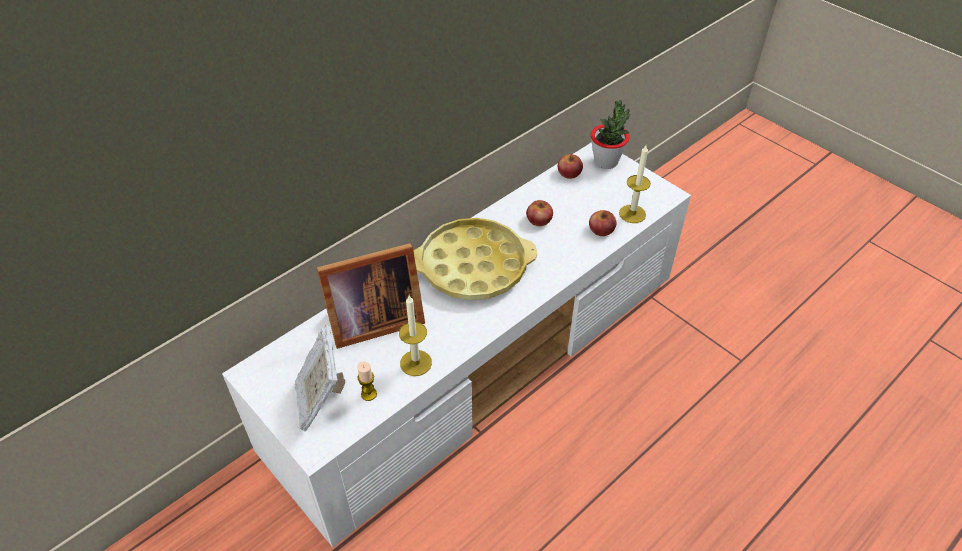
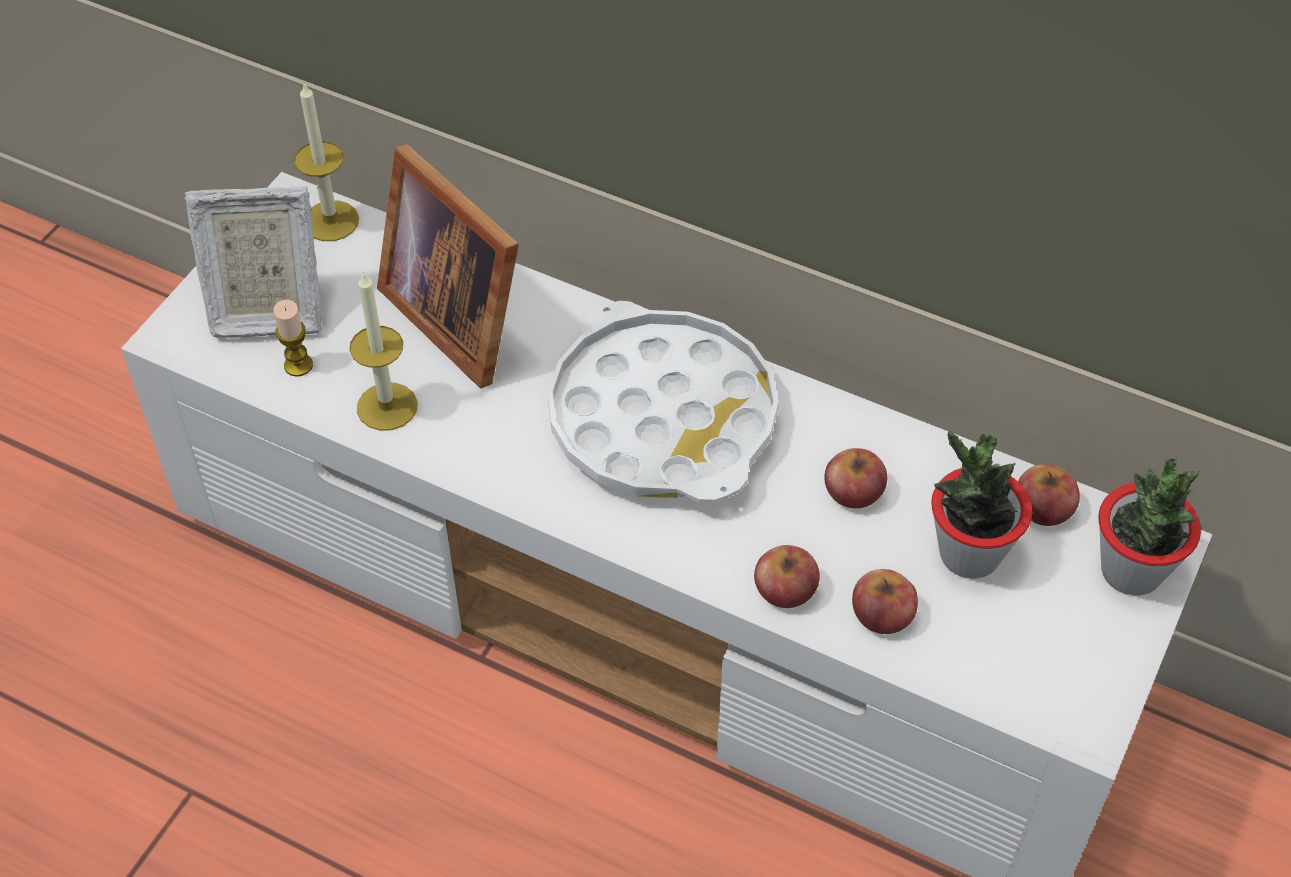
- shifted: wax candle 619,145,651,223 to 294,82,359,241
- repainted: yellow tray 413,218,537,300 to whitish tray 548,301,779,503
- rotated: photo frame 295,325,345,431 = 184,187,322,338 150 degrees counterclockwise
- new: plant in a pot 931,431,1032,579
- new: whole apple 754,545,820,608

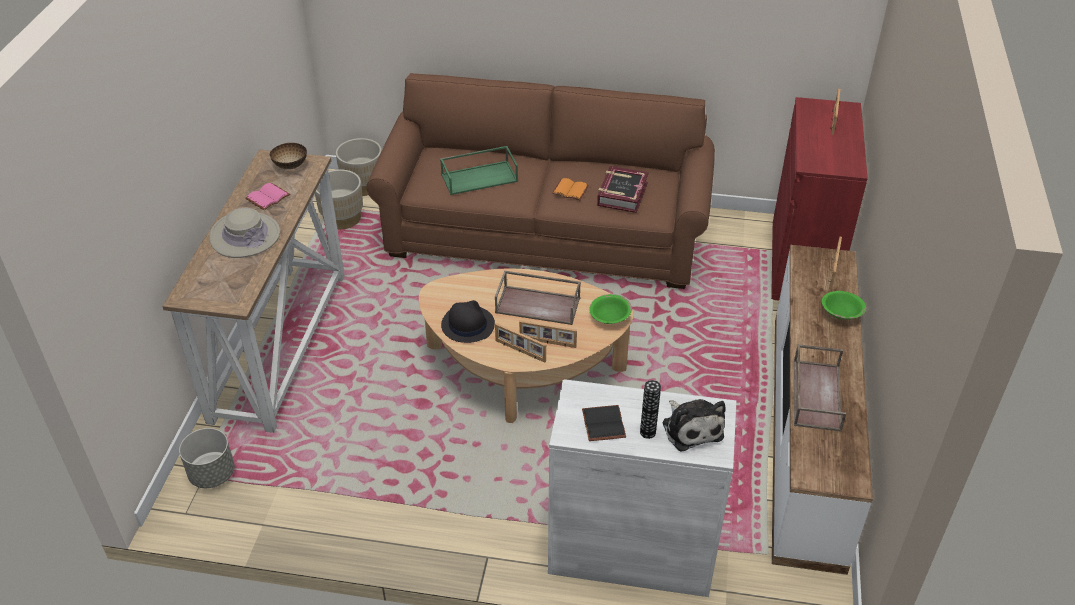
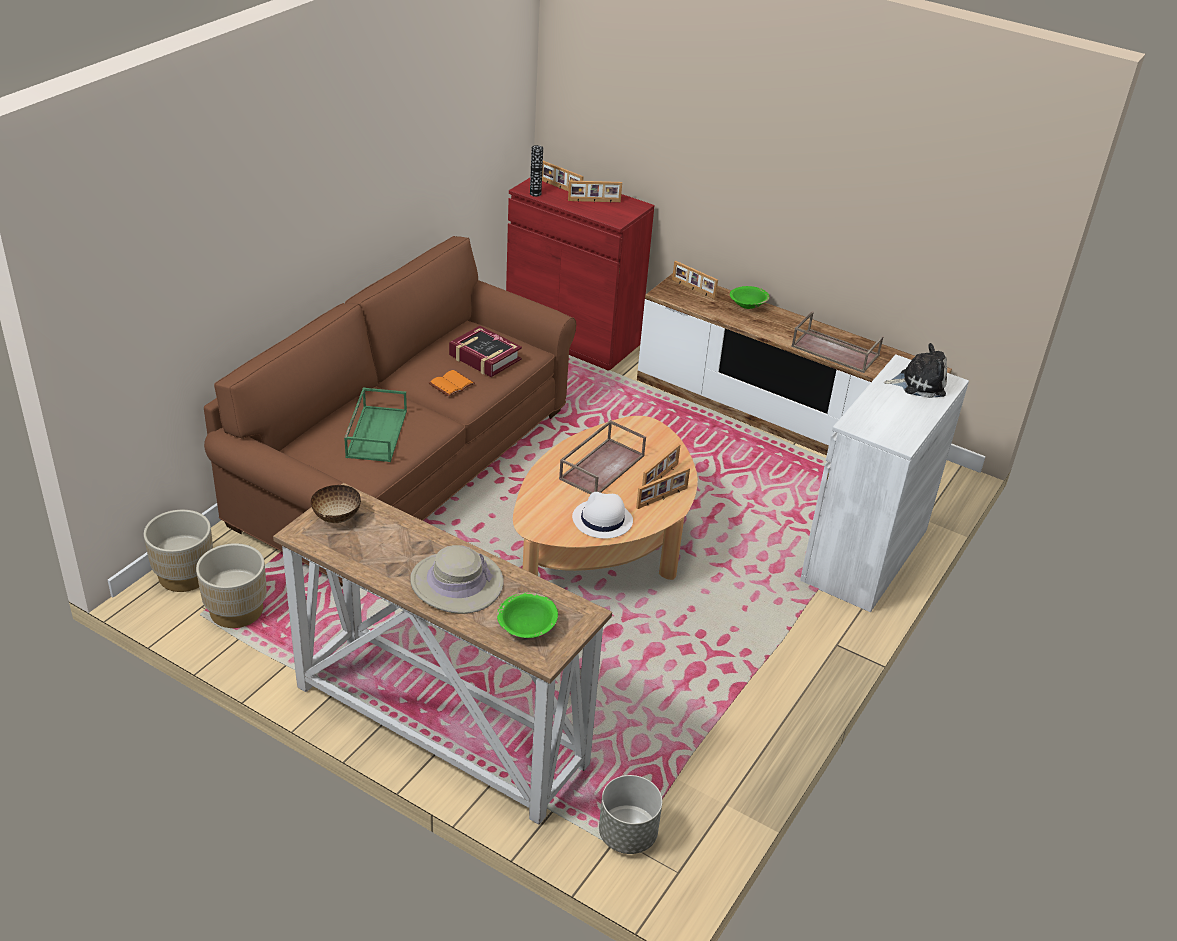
- gone: pink-coloured volume 245,183,290,210
- shifted: green serving bowl 589,294,632,324 to 497,592,558,638
- repainted: black-coloured wearable hat 441,300,495,343 to whitish wearable hat 572,492,633,539
- shifted: flower vase 640,380,661,439 to 530,145,543,197
- gone: black-coloured volume 582,405,626,441
- new: photo frame 568,180,622,202

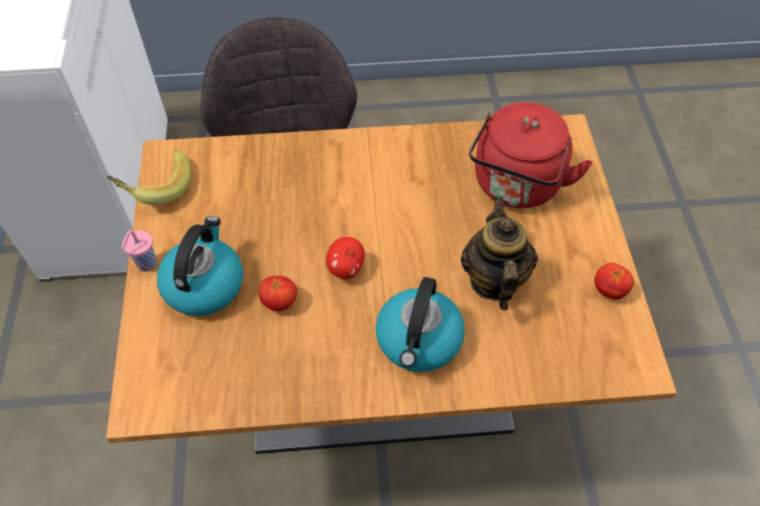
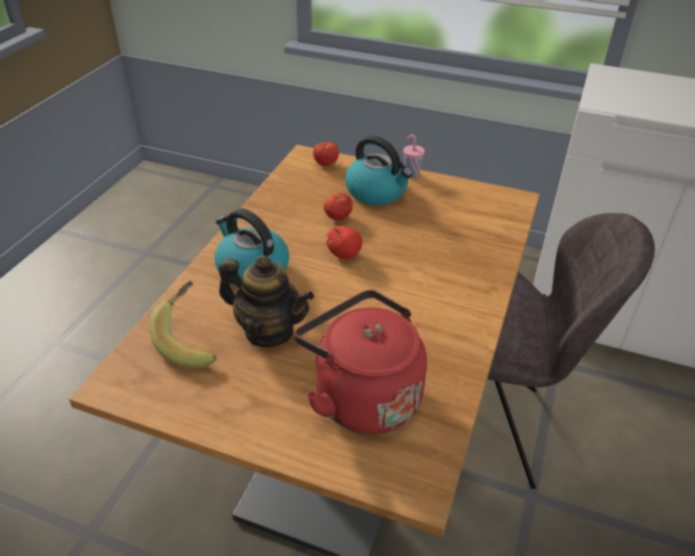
- shifted: whole banana 107,150,191,205 to 150,281,217,369
- shifted: tomato 594,263,634,299 to 313,142,339,166

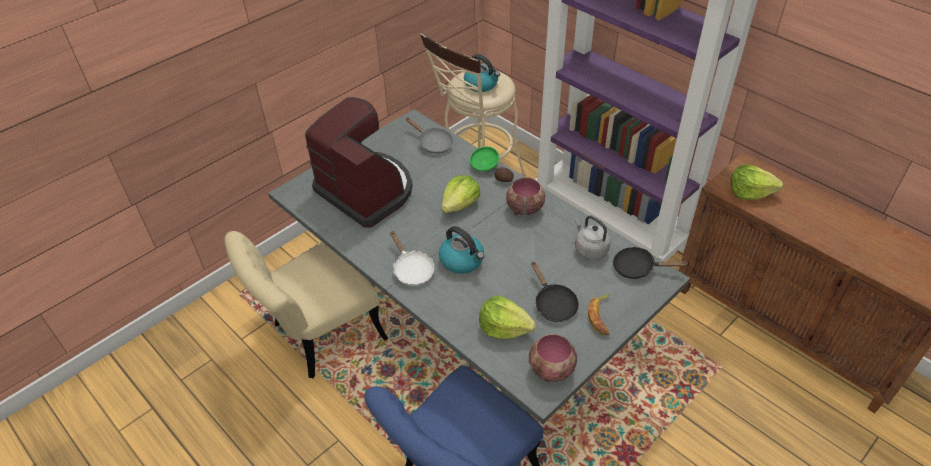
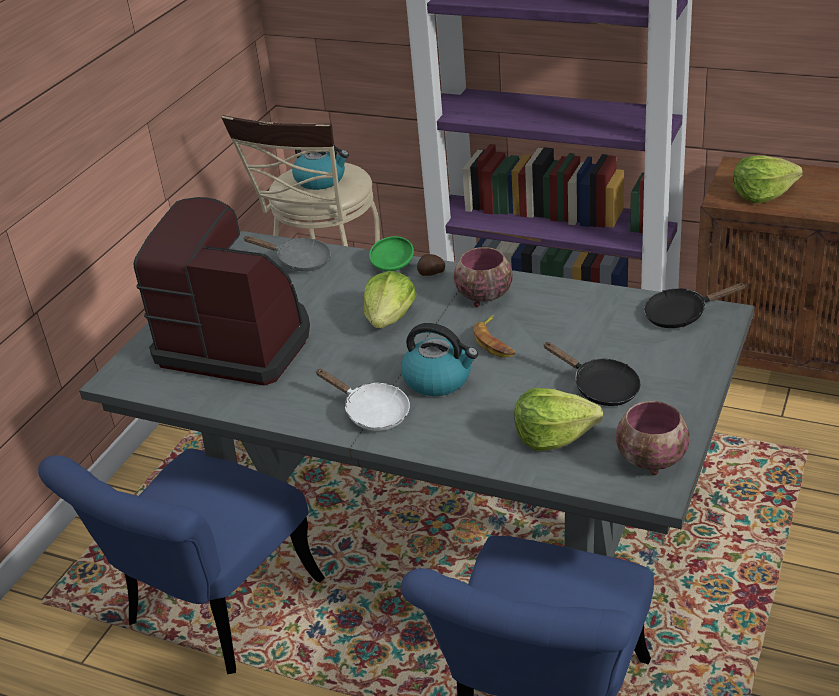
- gone: greyish water kettle 575,216,611,259
- repainted: beige chair 224,231,388,378 to blue chair 38,448,325,674
- shifted: whole banana 588,294,610,335 to 473,315,515,358

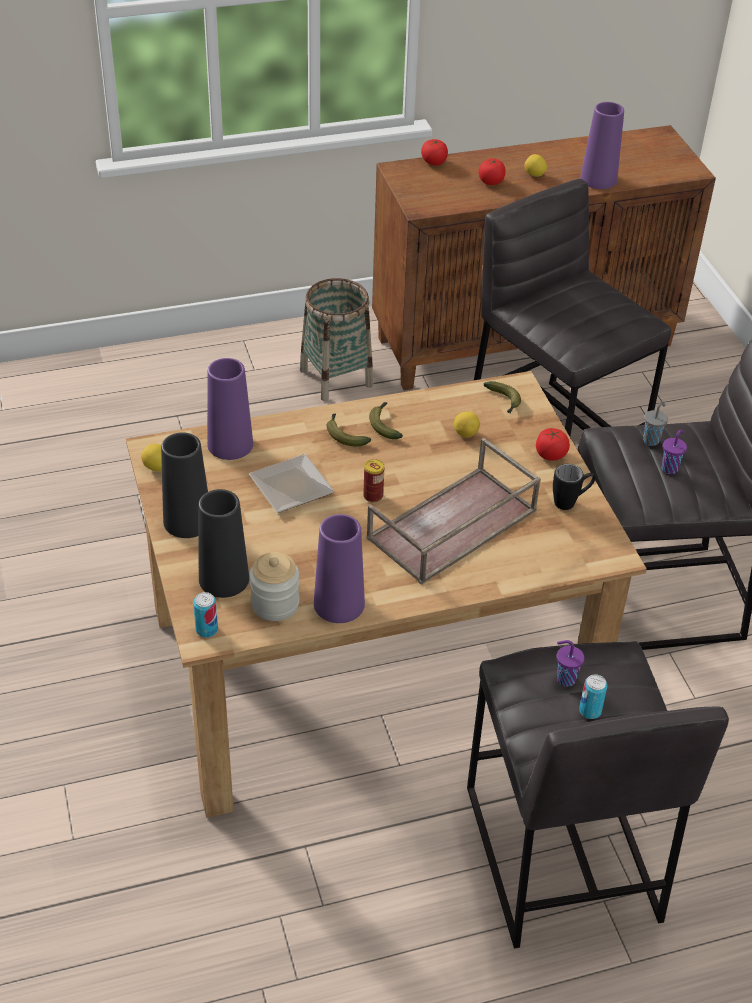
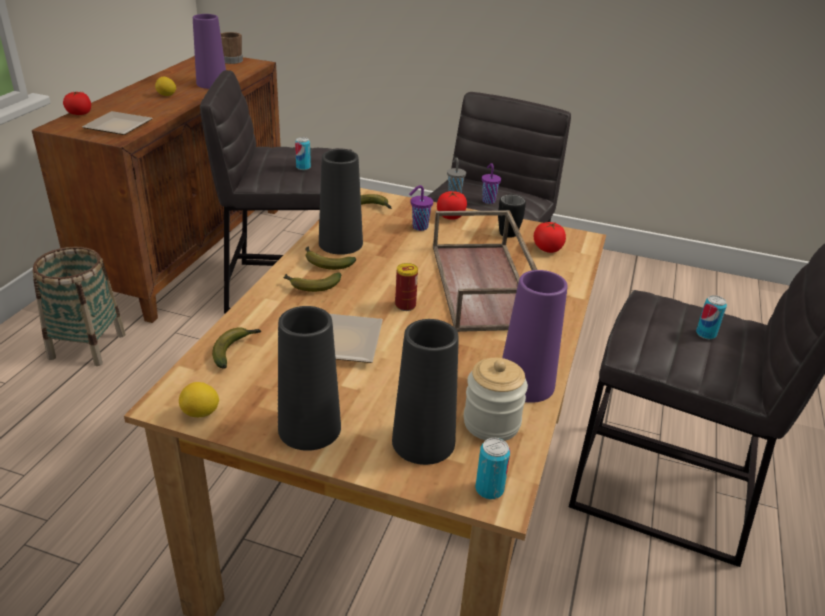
- shifted: tomato 479,158,506,185 to 534,222,566,253
- swapped: purplish flower vase 207,358,253,460 to whole banana 212,327,261,368
- gone: citrus fruit 454,412,480,437
- shifted: purplish small cup 557,640,585,687 to 409,185,433,231
- new: brown-coloured mug 221,32,243,64
- new: flat dish 82,111,153,135
- new: sealed can 295,137,311,170
- new: black-coloured flower vase 319,149,363,255

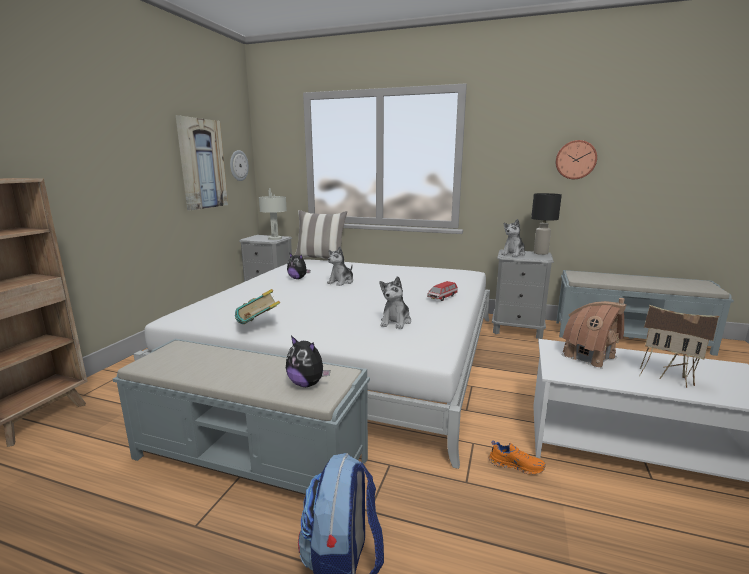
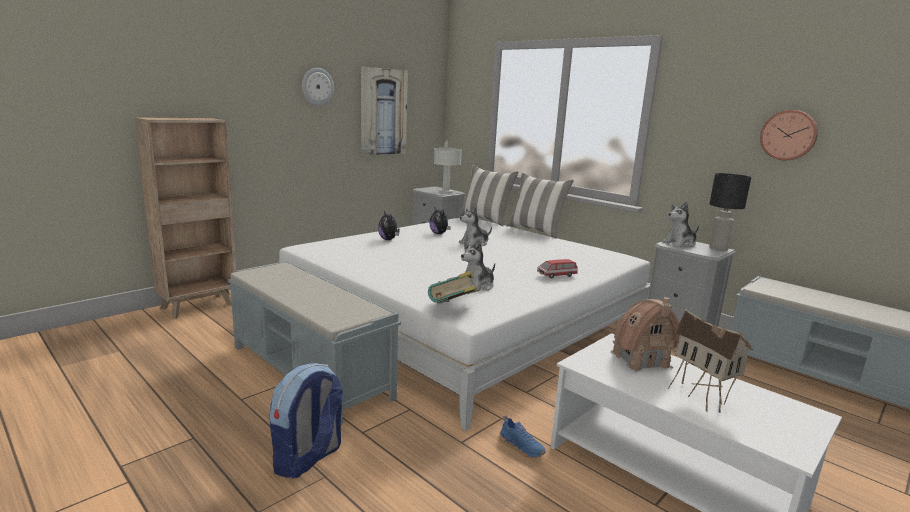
- shifted: hanging clock 230,150,249,181 to 302,68,334,106
- shifted: volume 235,289,280,324 to 428,271,478,303
- shifted: soft toy 286,336,330,387 to 378,211,400,240
- repainted: orangey low shoe 489,440,546,474 to blue low shoe 499,415,546,458
- new: pillow 506,172,574,239

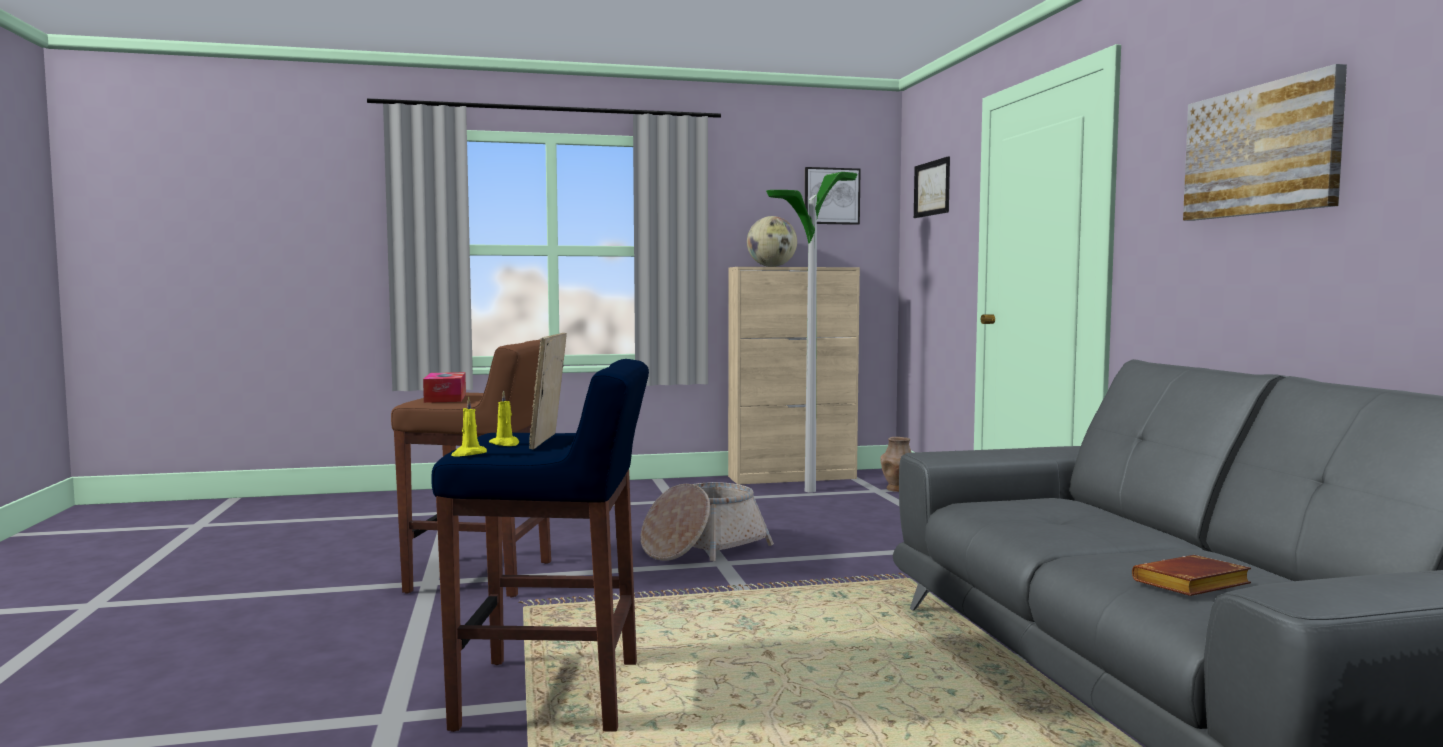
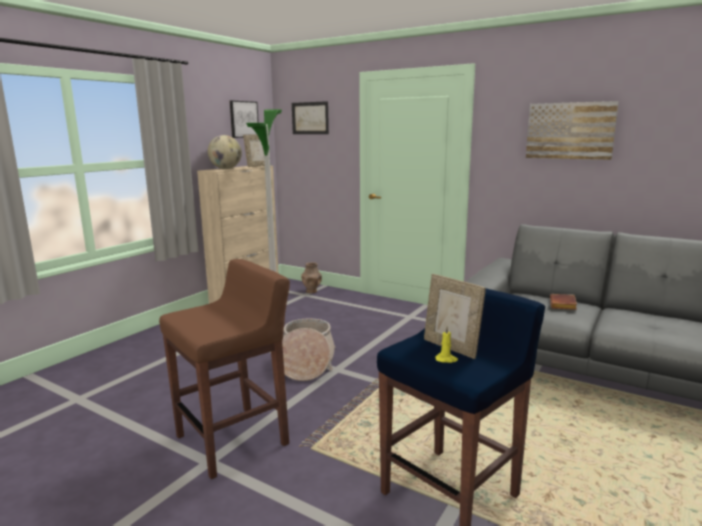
- gone: tissue box 423,372,466,403
- gone: yellow wax candle 451,397,487,457
- shifted: brown-coloured volume 1132,555,1251,596 to 550,294,577,310
- new: photo frame 243,134,265,167

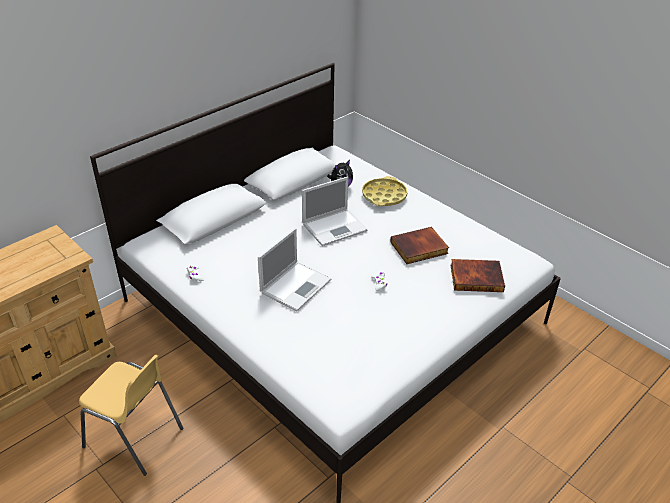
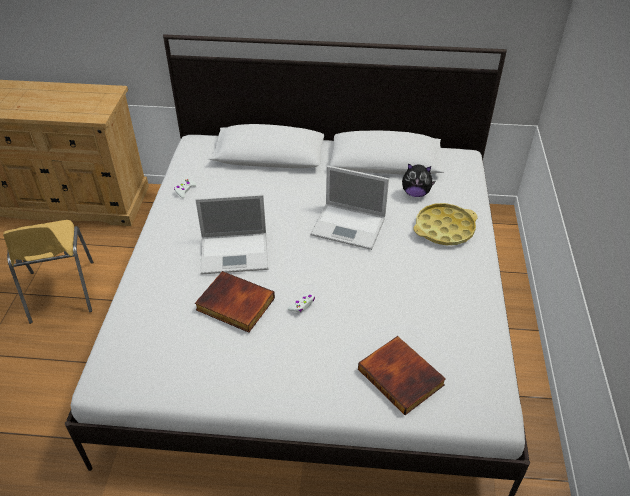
- shifted: volume 390,227,449,264 to 195,271,275,332

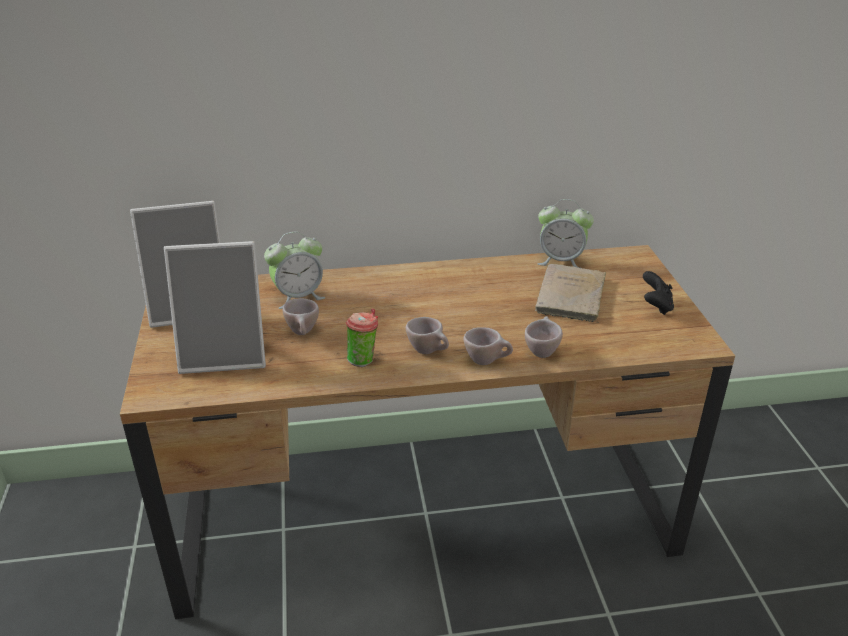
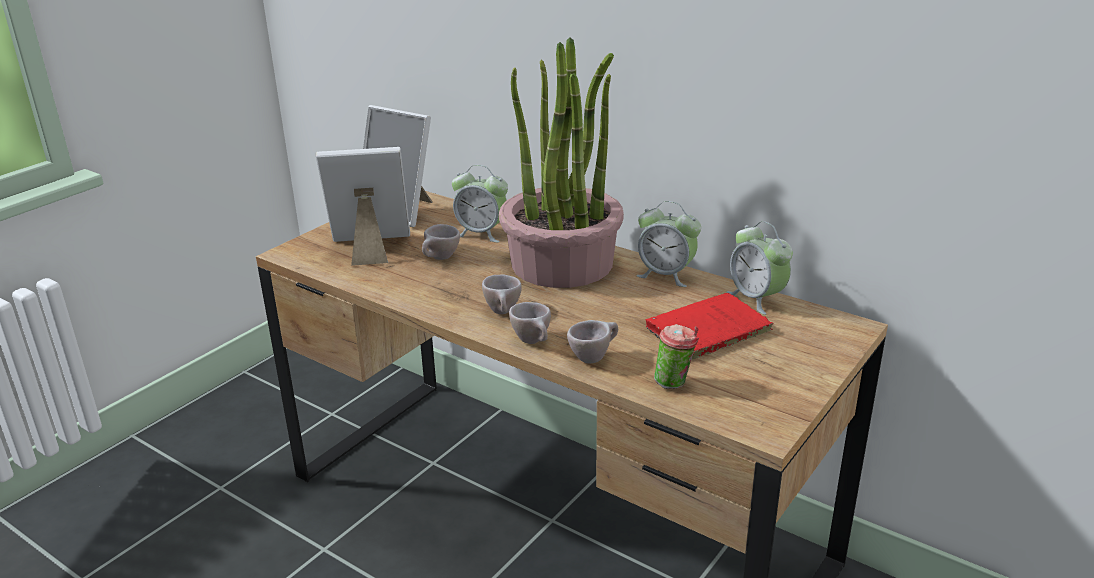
- rotated: photo frame 164,241,266,374 = 316,147,410,266 135 degrees clockwise
- repainted: beige volume 535,264,606,323 to red volume 646,293,774,360
- gone: black-coloured game controller 643,271,674,315
- shifted: small cup 346,308,378,367 to 654,324,699,389
- new: plant in a pot 499,37,624,288
- new: bedside clock 636,201,701,287

